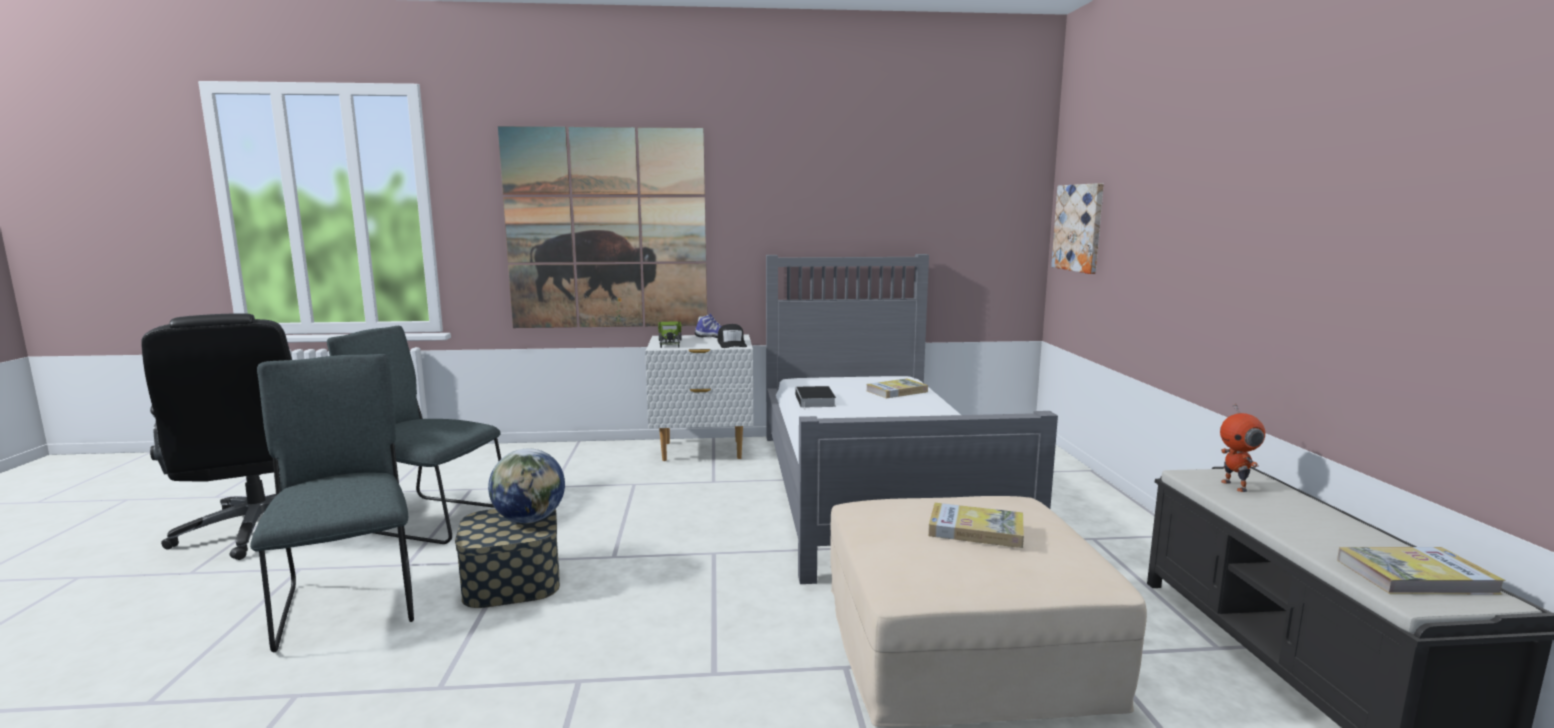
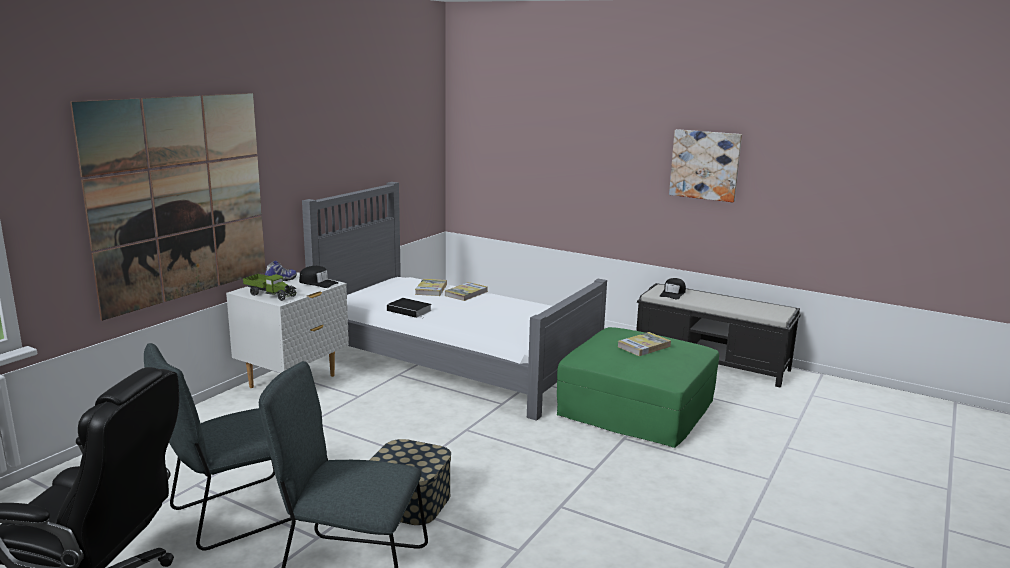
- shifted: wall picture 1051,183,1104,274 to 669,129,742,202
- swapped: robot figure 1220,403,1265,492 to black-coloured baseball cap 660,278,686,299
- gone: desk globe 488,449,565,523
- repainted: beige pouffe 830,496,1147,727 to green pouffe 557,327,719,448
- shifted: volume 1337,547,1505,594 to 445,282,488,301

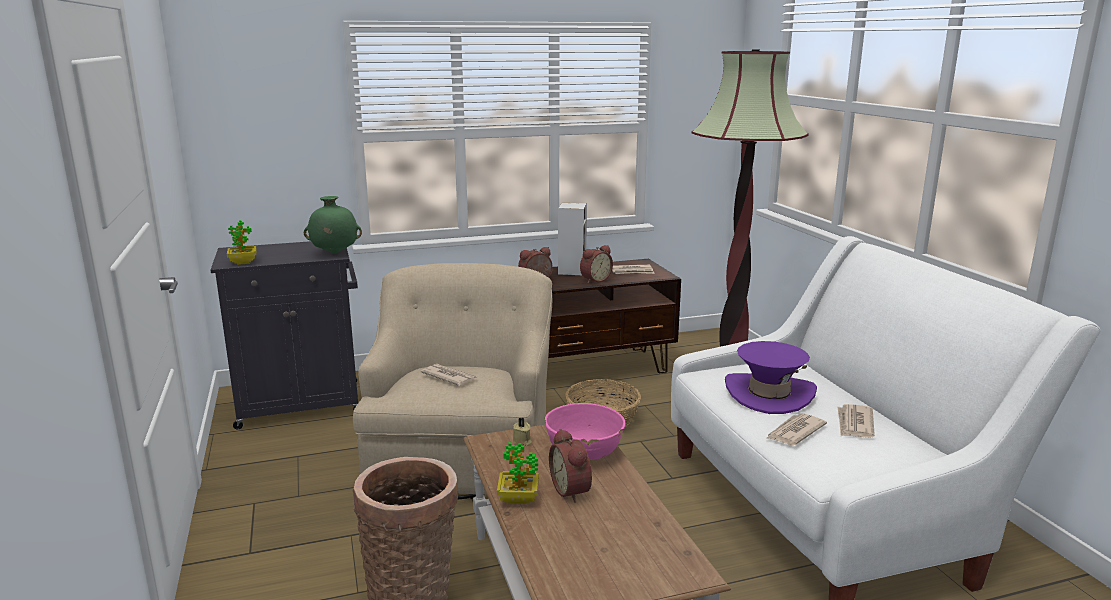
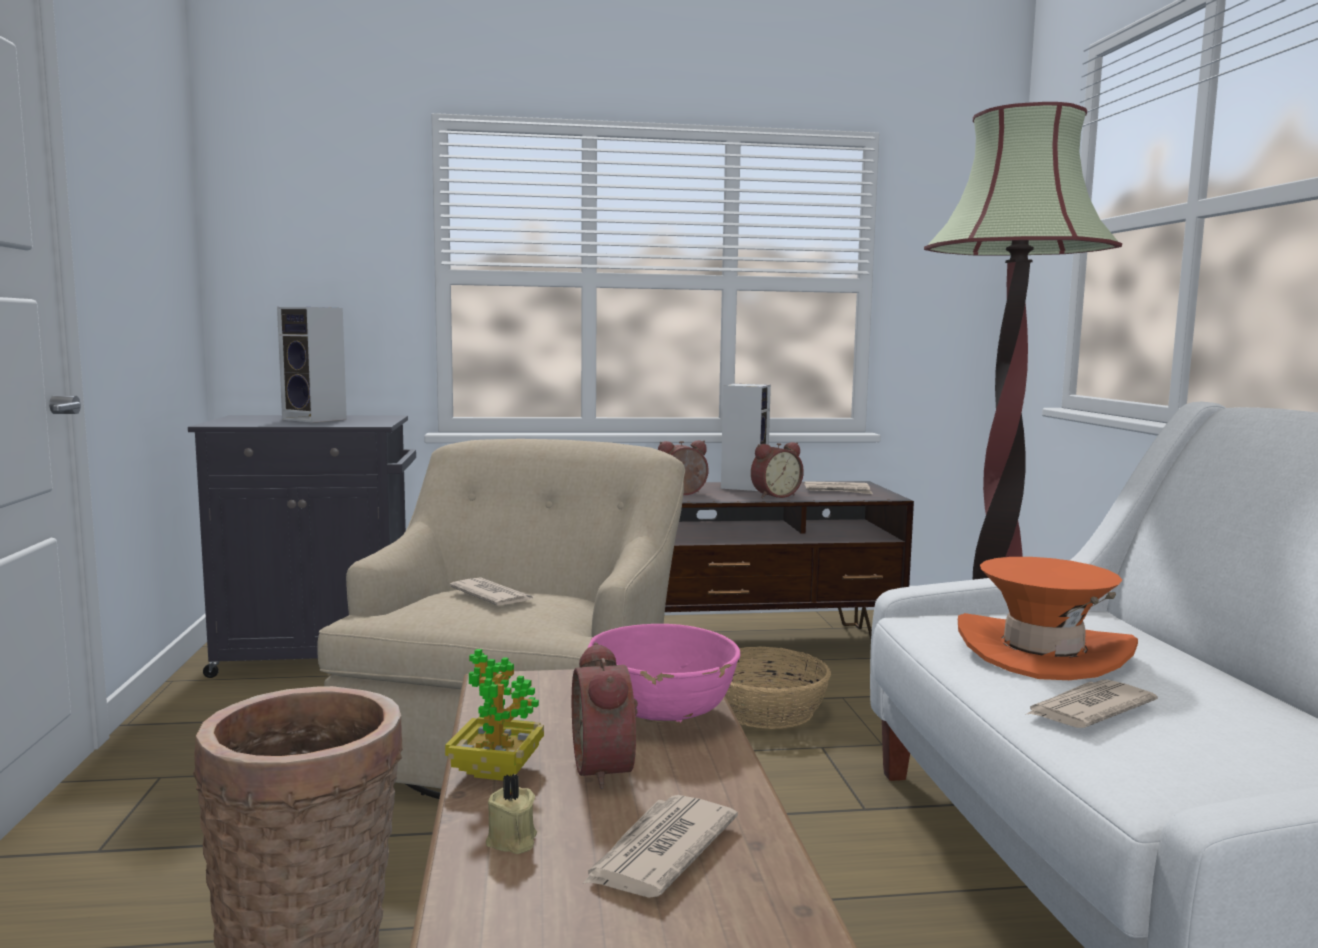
- gone: green flower vase 304,196,362,254
- gone: plant in a pot 227,220,257,265
- repainted: purplish wearable hat 725,341,817,414 to orangey wearable hat 958,557,1138,680
- shifted: printed paper 838,404,875,438 to 582,795,738,898
- shifted: beige wax candle 513,418,532,446 to 486,774,537,854
- new: audio speaker 277,307,347,423

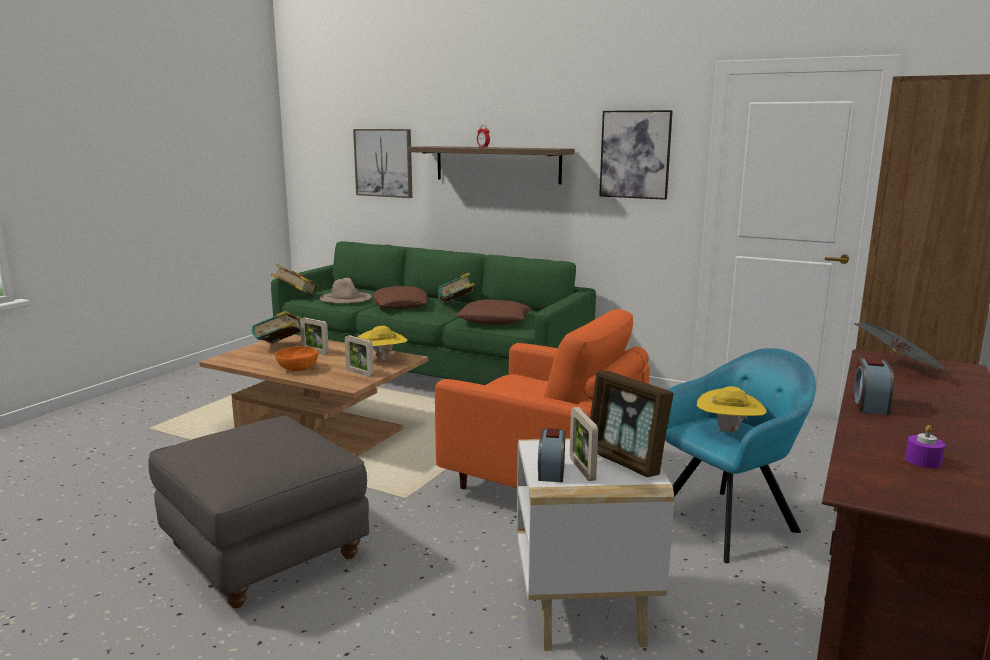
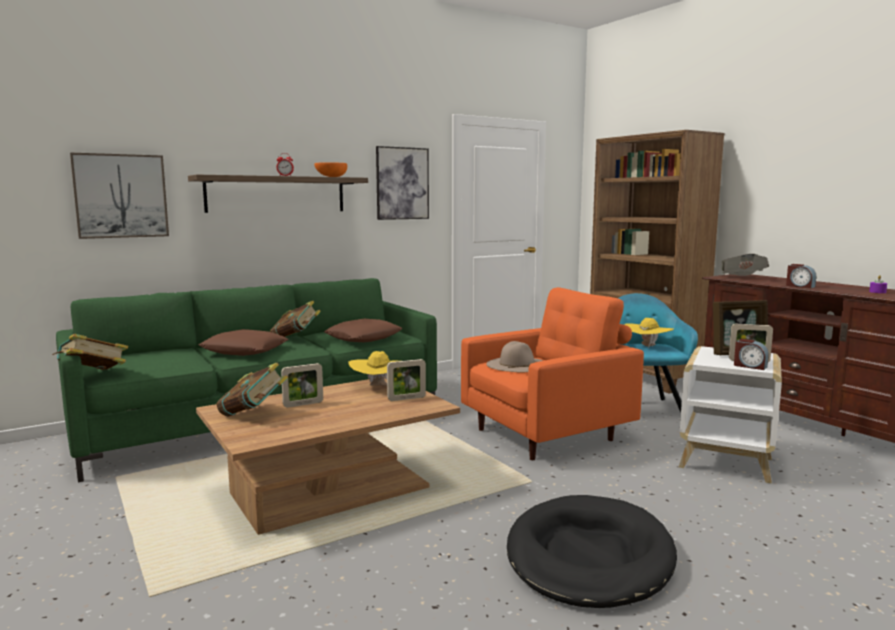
- shifted: beige wearable hat 320,278,372,303 to 486,341,543,372
- shifted: orangey serving bowl 275,346,318,371 to 314,162,347,177
- swapped: greyish pouffe 148,416,369,608 to black-coloured dog bed 507,495,677,608

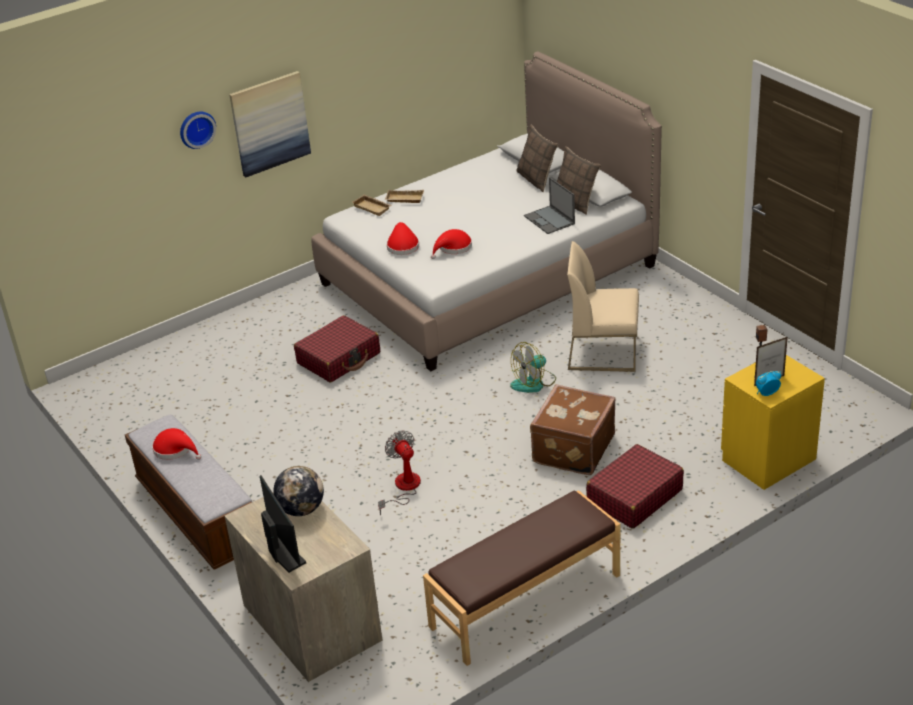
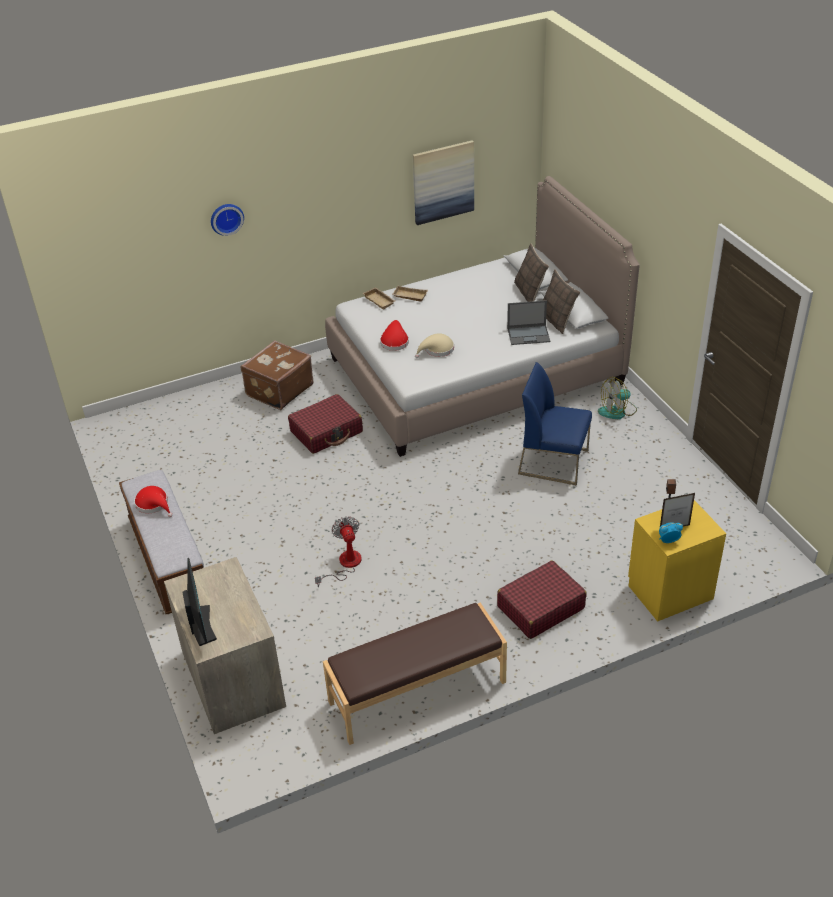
- shifted: wall picture 229,71,311,177 to 413,141,474,225
- rotated: laptop 524,177,575,234 = 507,300,550,345 75 degrees counterclockwise
- repainted: red wearable hat 431,229,472,259 to beige wearable hat 415,333,454,358
- repainted: beige chair 567,241,639,372 to blue chair 518,362,592,485
- shifted: fan 510,342,556,393 to 598,377,637,419
- shifted: brown-coloured piece of luggage 530,384,616,475 to 241,340,314,410
- gone: desk globe 273,466,324,516

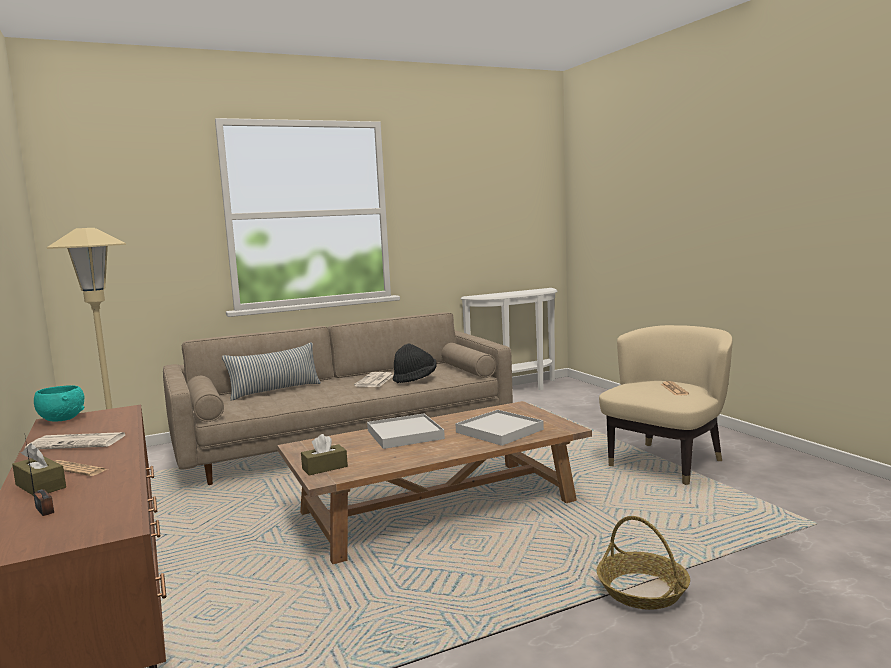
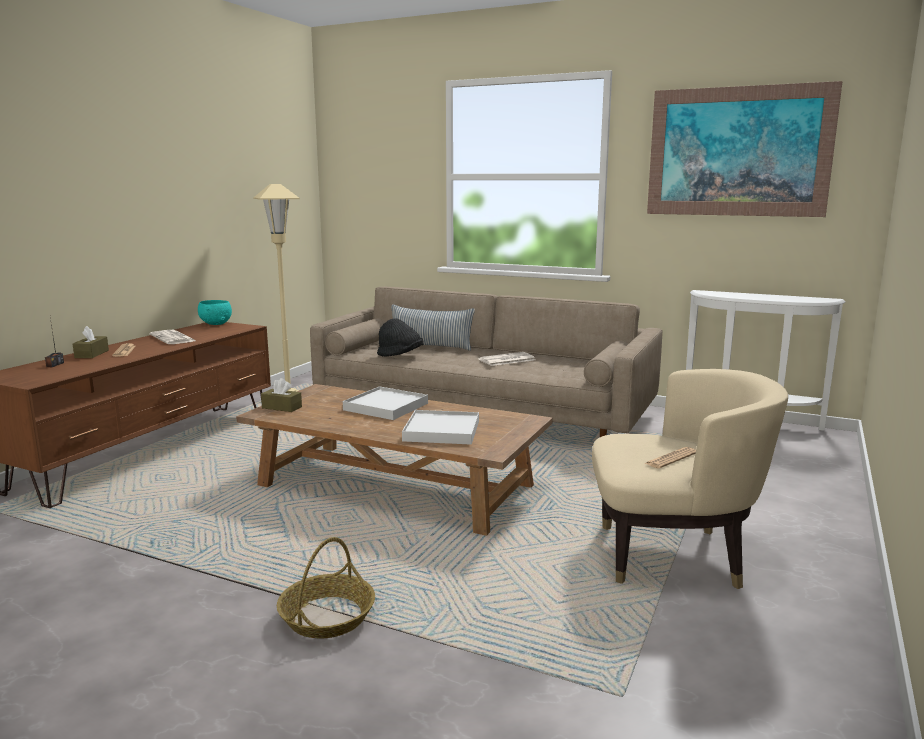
- shifted: black-coloured wearable hat 393,344,437,383 to 377,318,424,356
- new: wall picture 647,81,843,217

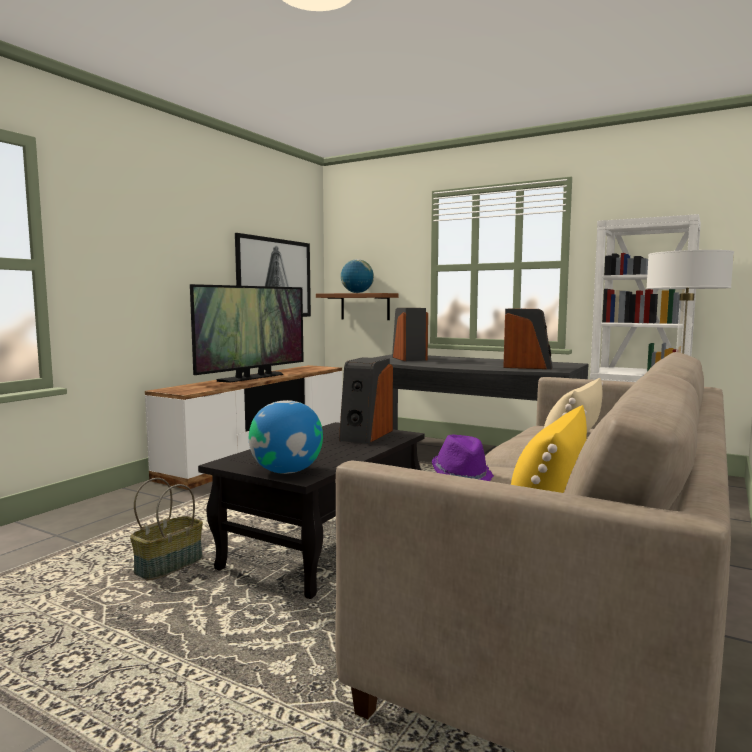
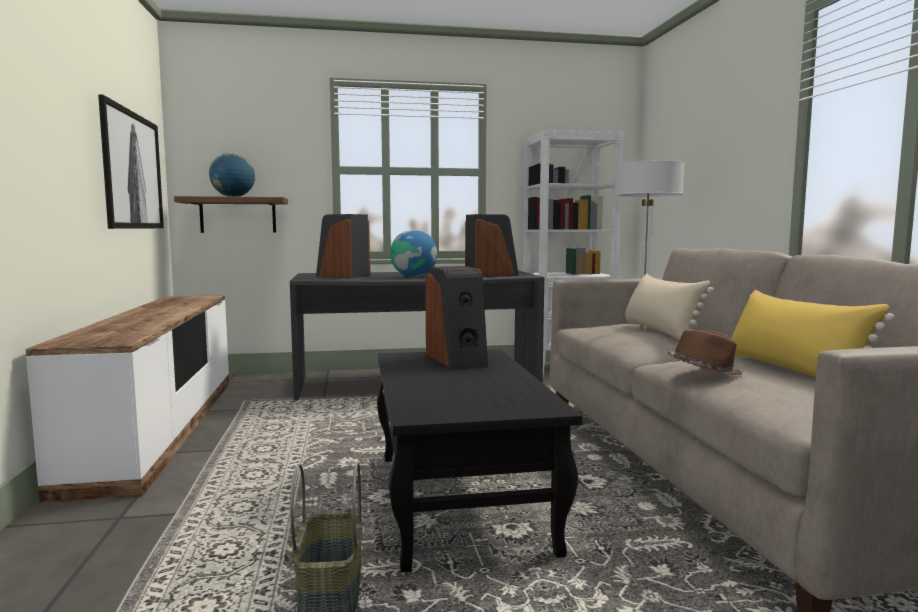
- gone: TV set 190,284,304,383
- shifted: desk globe 249,400,323,474 to 390,230,437,277
- repainted: purplish wearable hat 432,435,494,481 to brown-coloured wearable hat 668,330,743,376

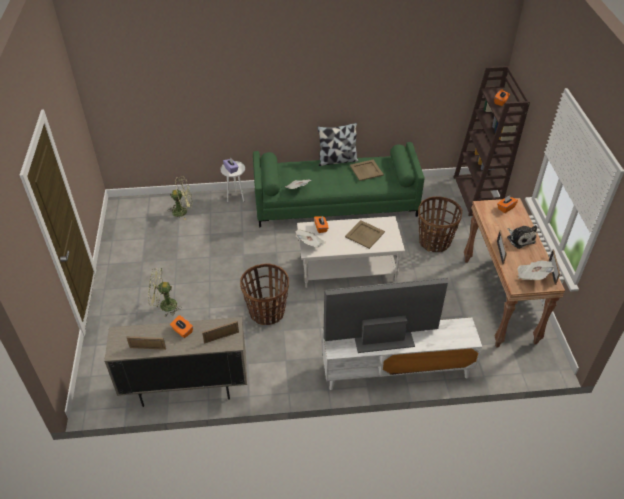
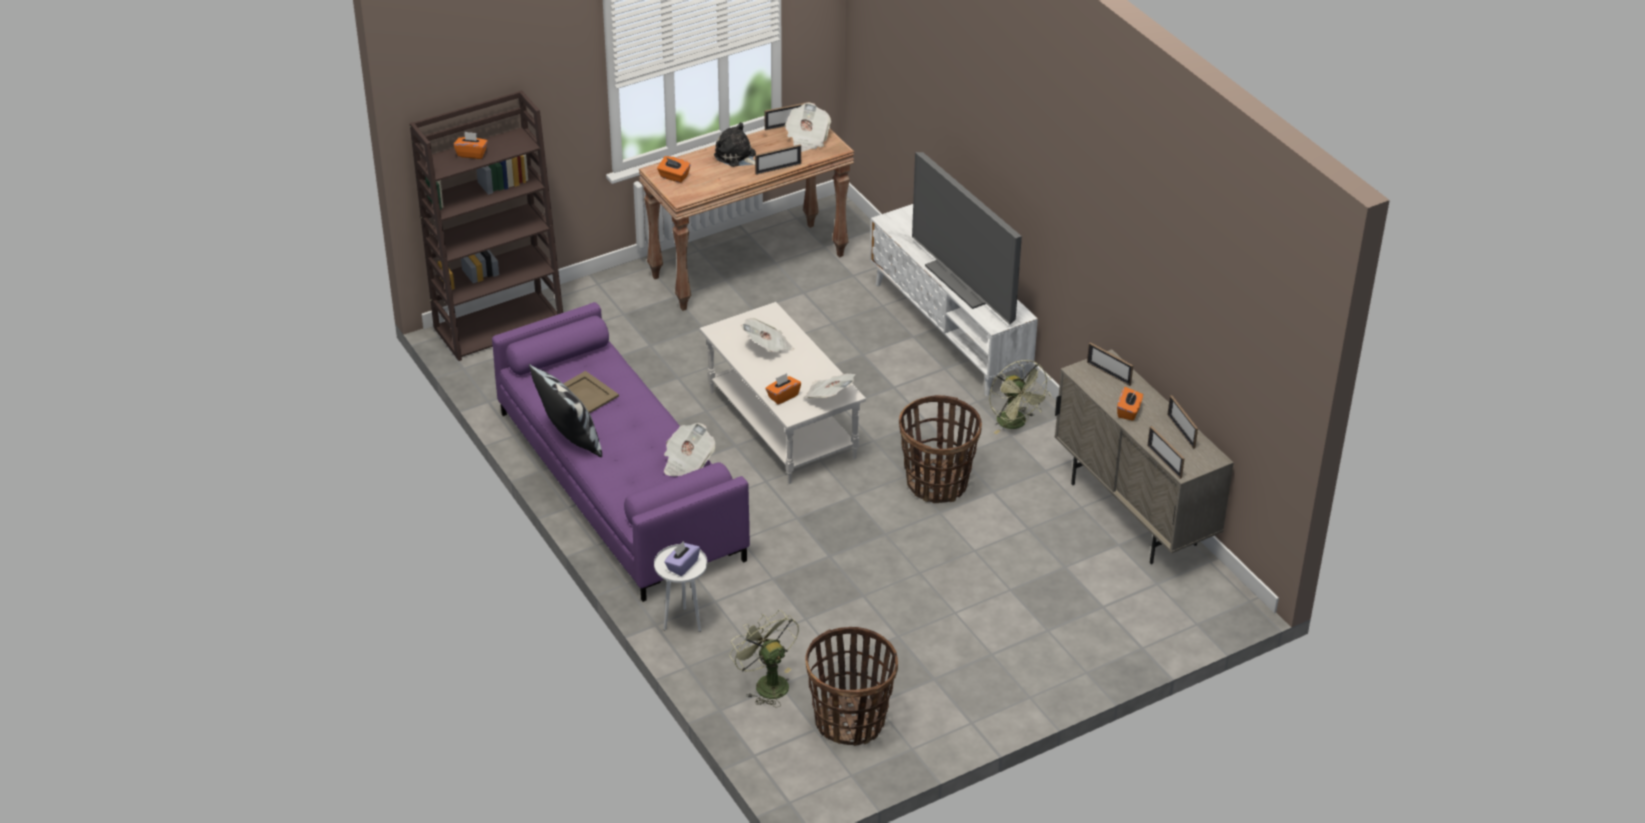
- repainted: green couch 253,142,425,227 to purplish couch 492,302,750,602
- shifted: household basket 418,196,462,252 to 805,627,898,746
- swapped: beige tray 345,220,385,249 to printed paper 741,318,794,353
- rotated: soft toy 507,225,537,249 = 714,122,756,167 90 degrees counterclockwise
- shifted: green fan 148,268,182,316 to 989,360,1051,434
- new: photo frame 1147,426,1185,479

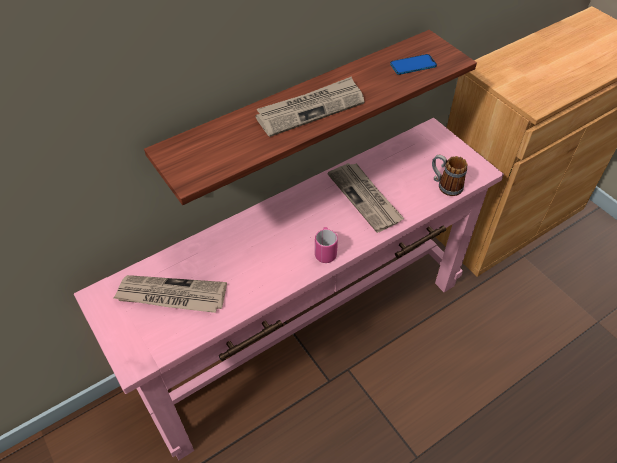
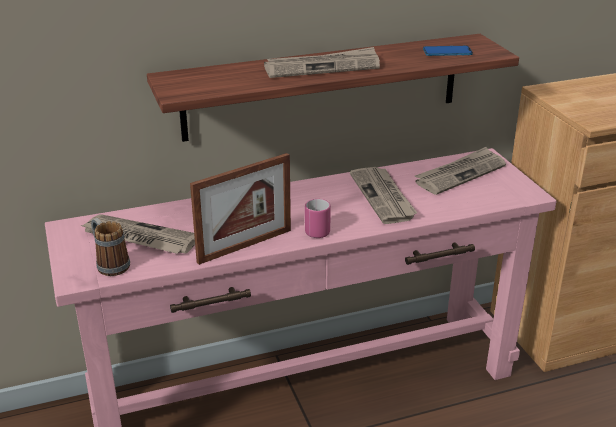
- shifted: mug 432,155,467,196 to 91,218,130,276
- new: printed paper 415,147,506,195
- new: photo frame 190,153,291,265

